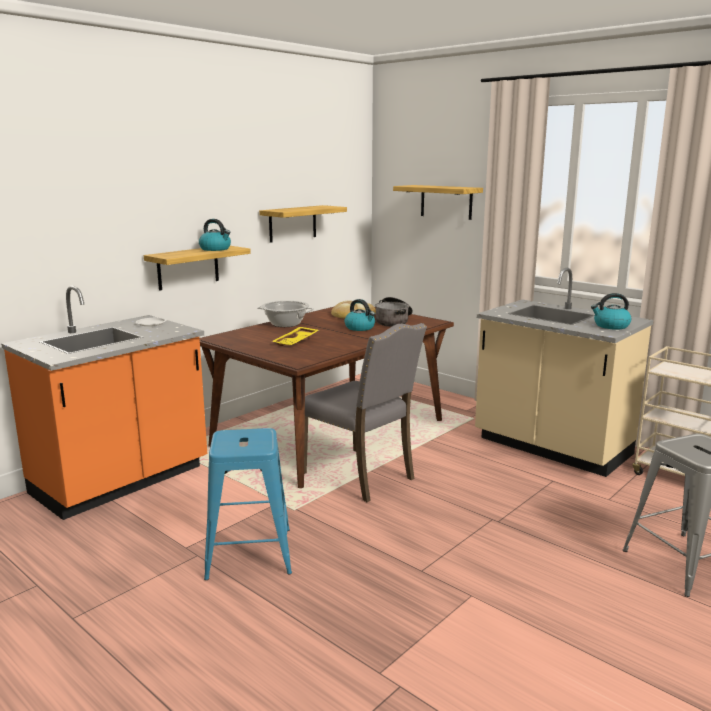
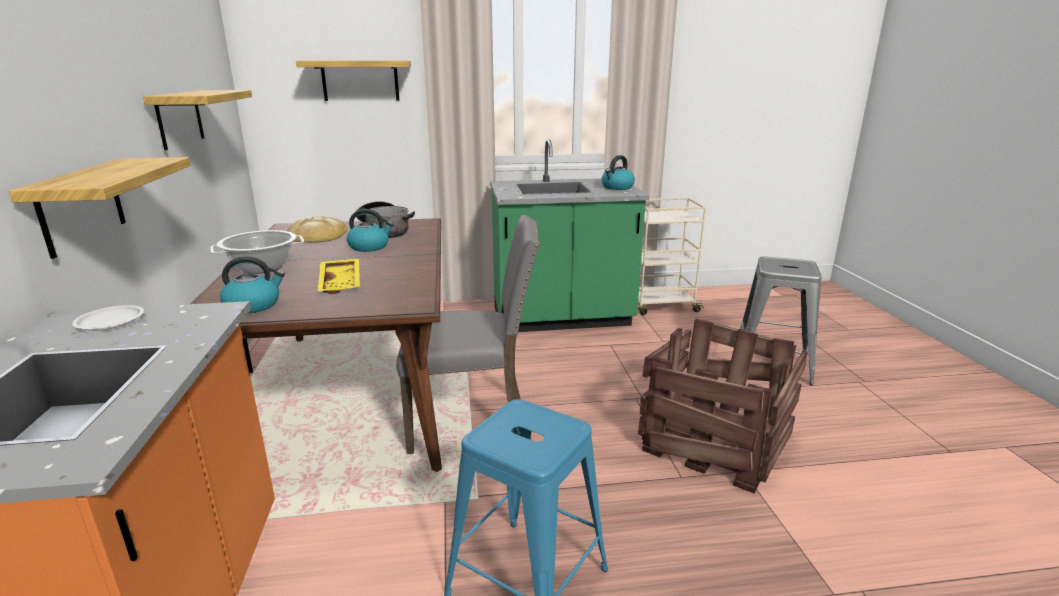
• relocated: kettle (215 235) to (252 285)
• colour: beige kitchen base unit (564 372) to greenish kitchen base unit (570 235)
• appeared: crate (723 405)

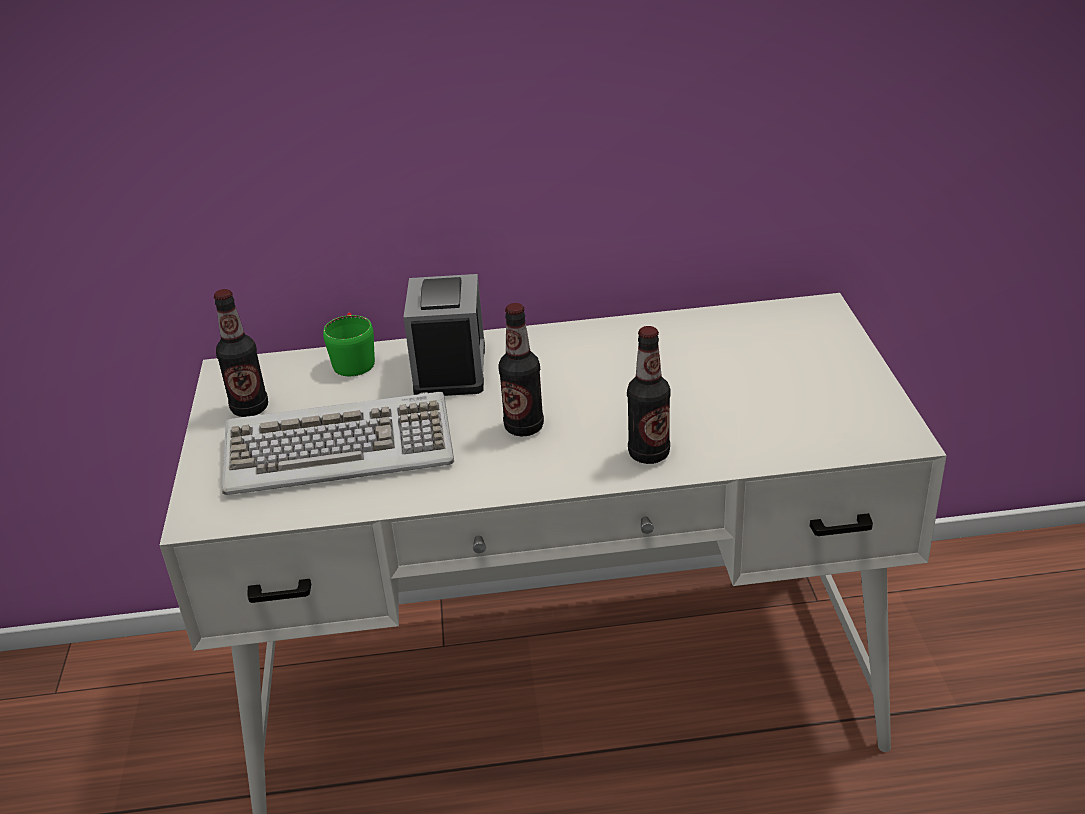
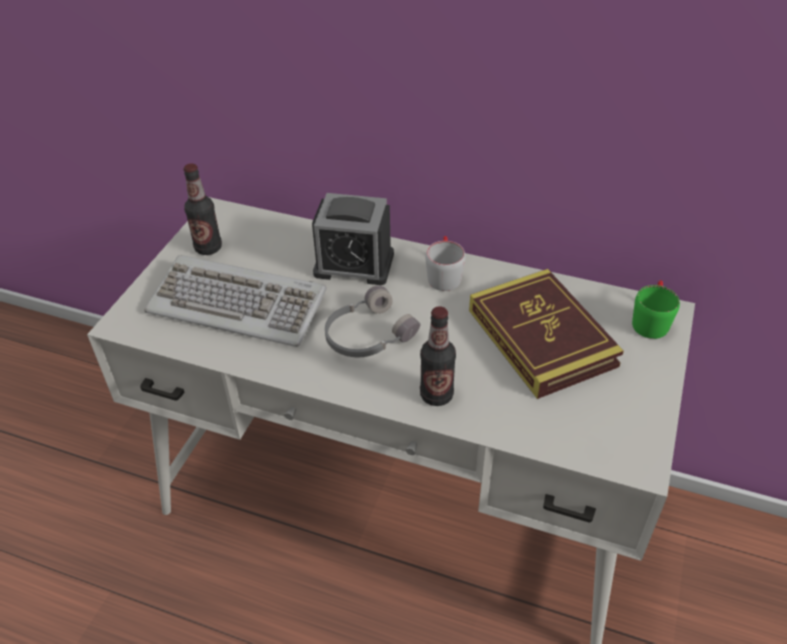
• spun: bedside clock (444 335) = (353 239) 75 degrees clockwise
• exchanged: bottle (521 369) to grey headset (372 321)
• appeared: grey coffee mug (445 263)
• appeared: bound book (546 334)
• relocated: greenish coffee mug (349 344) to (656 309)

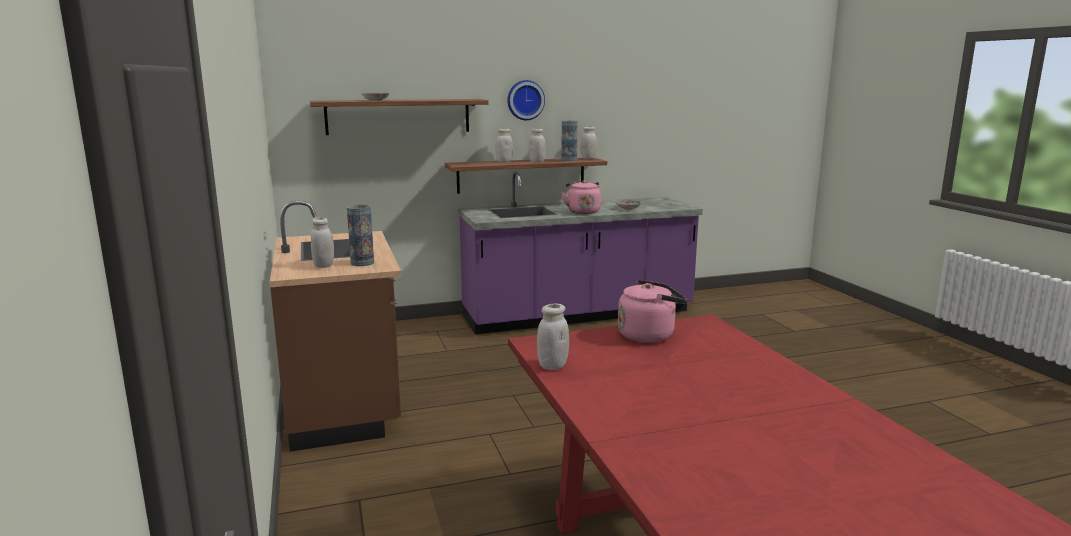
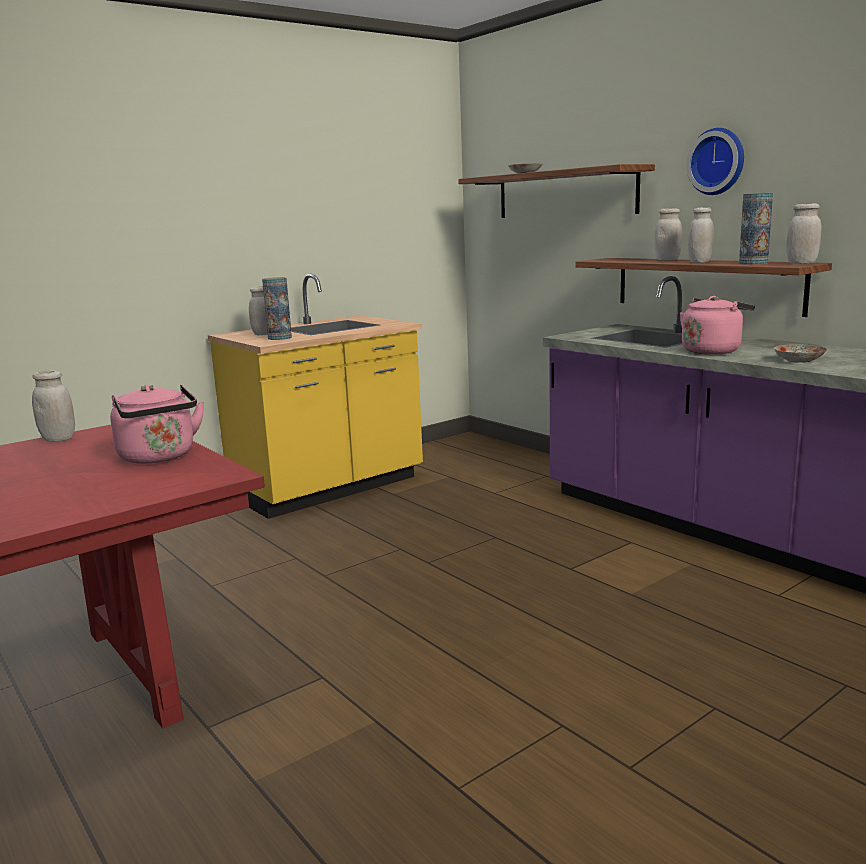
• colour: brown-coloured kitchen base unit (336 326) to yellowish kitchen base unit (315 396)

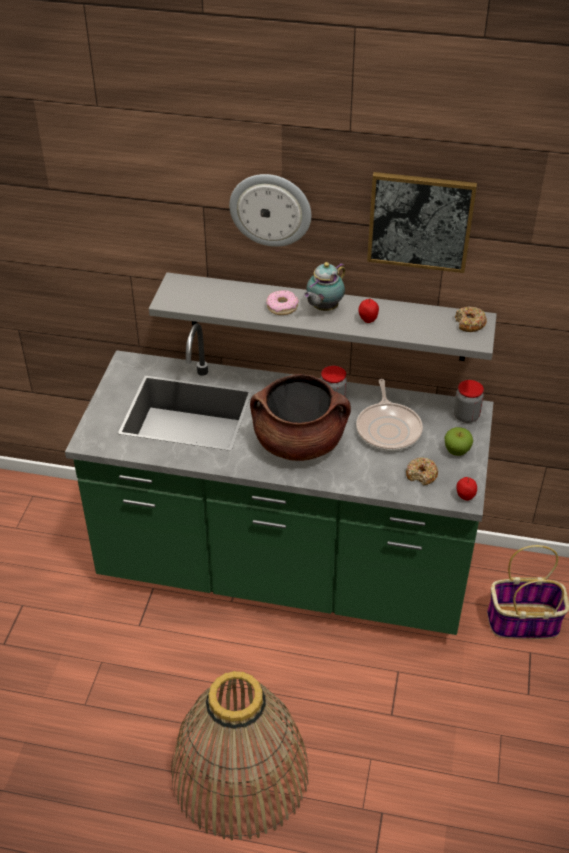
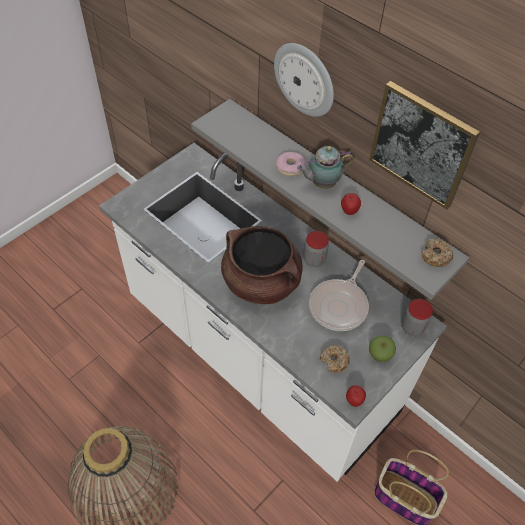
• colour: greenish kitchen base unit (279 479) to white kitchen base unit (273 312)

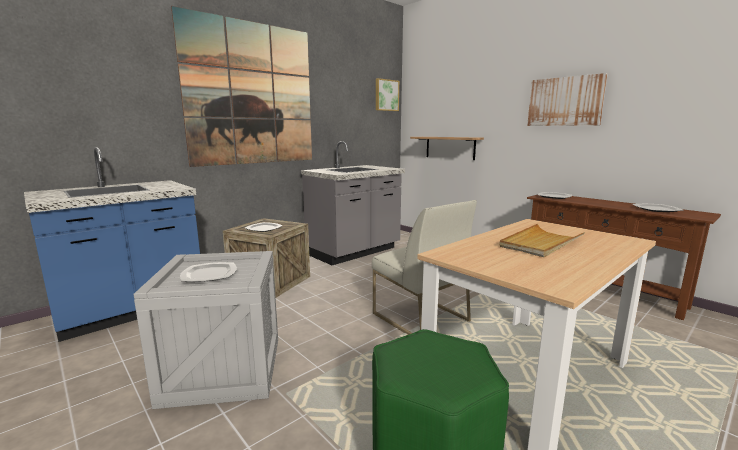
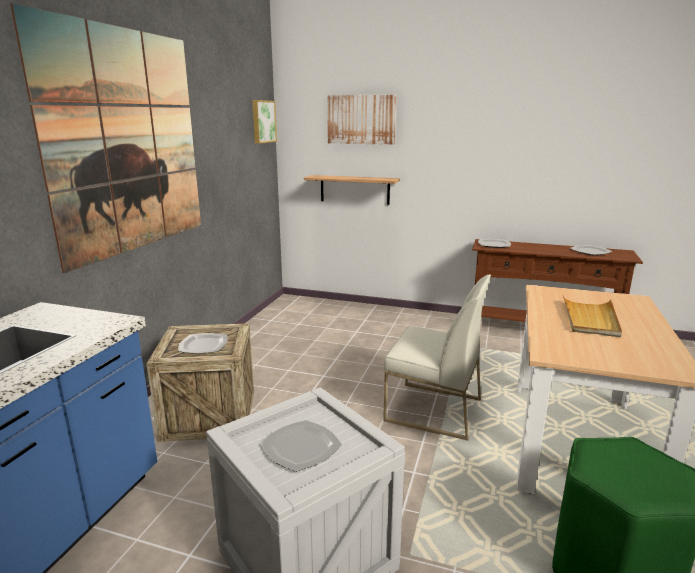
• relocated: picture (567 99) to (361 120)
• missing: grey kitchen base unit (353 203)

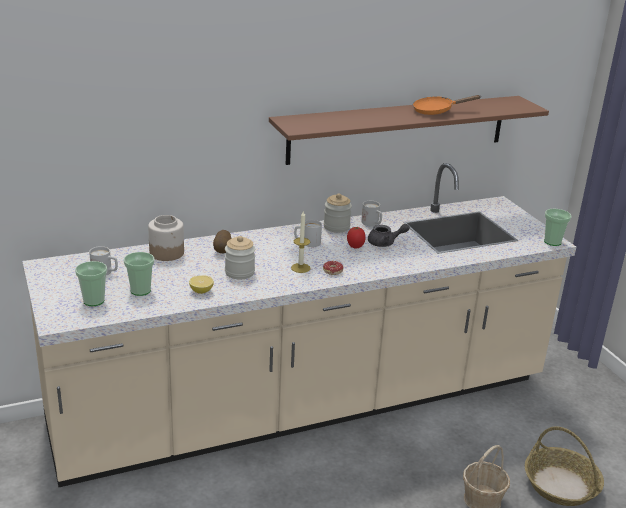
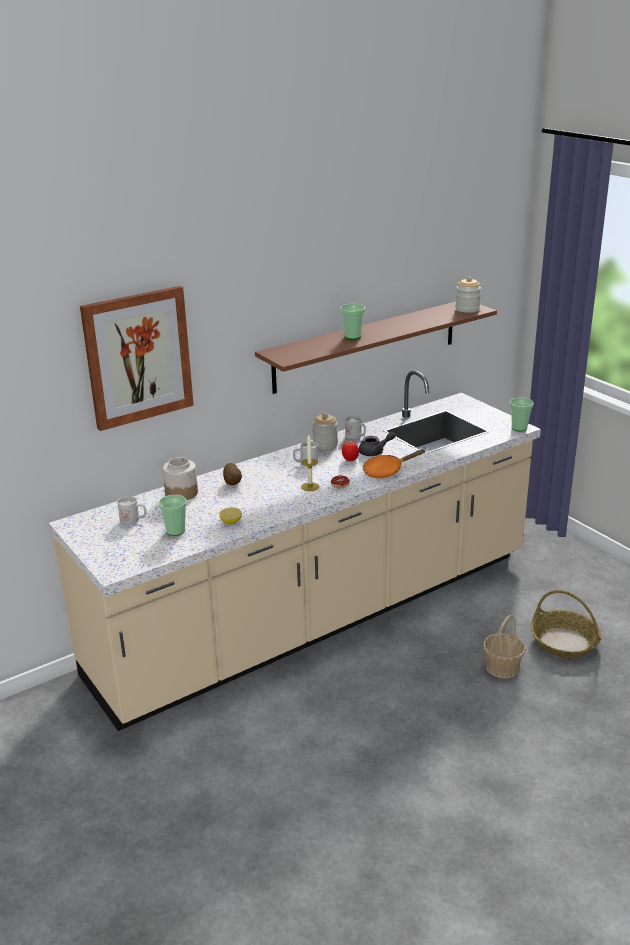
• appeared: picture (137 358)
• relocated: small cup (91 283) to (352 321)
• relocated: orange-coloured pan (447 105) to (394 463)
• relocated: preserve jar (240 257) to (468 295)

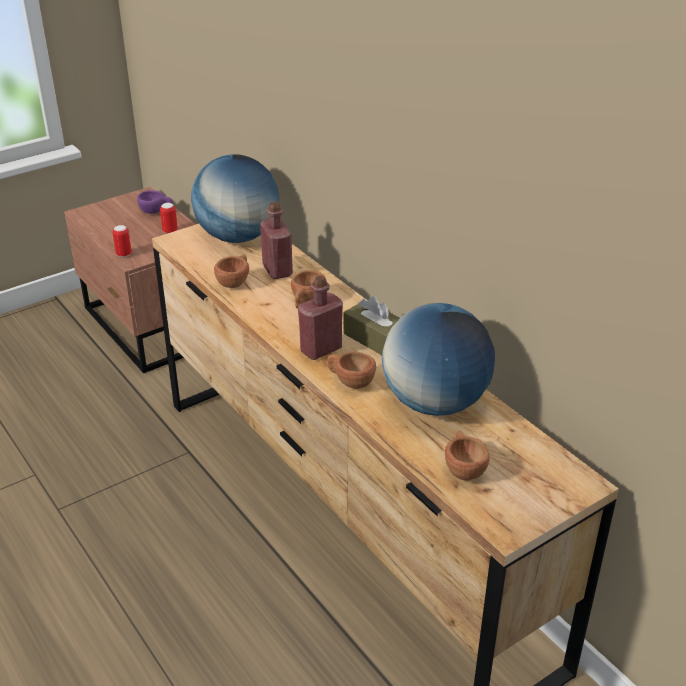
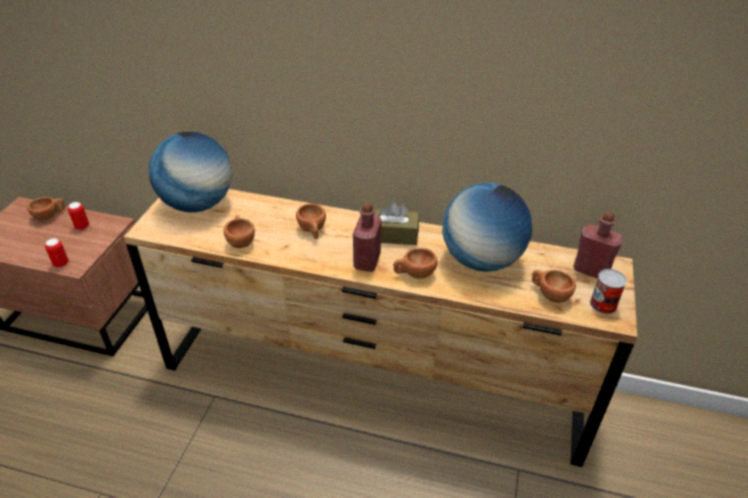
• colour: purple small cup (155 202) to brown-coloured small cup (46 209)
• relocated: reddish bottle (276 240) to (598 245)
• appeared: sealed can (608 291)

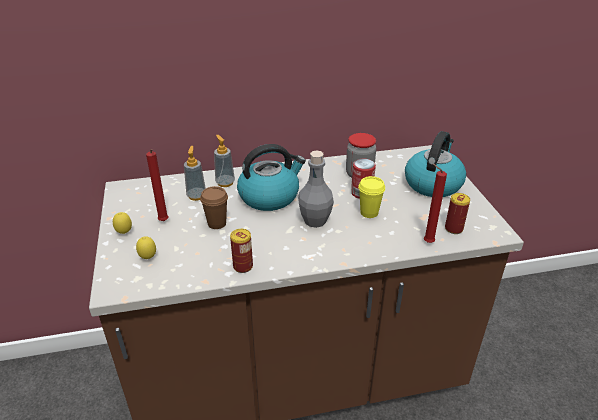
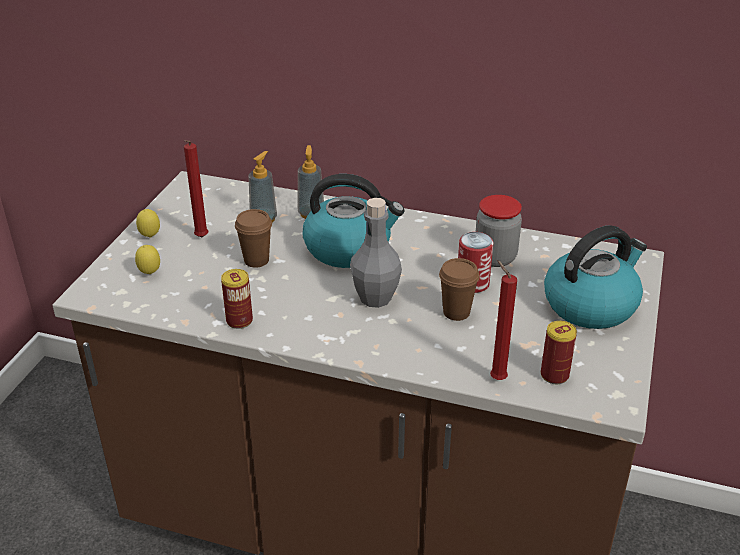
• colour: yellowish small cup (371 197) to brown-coloured small cup (459 289)

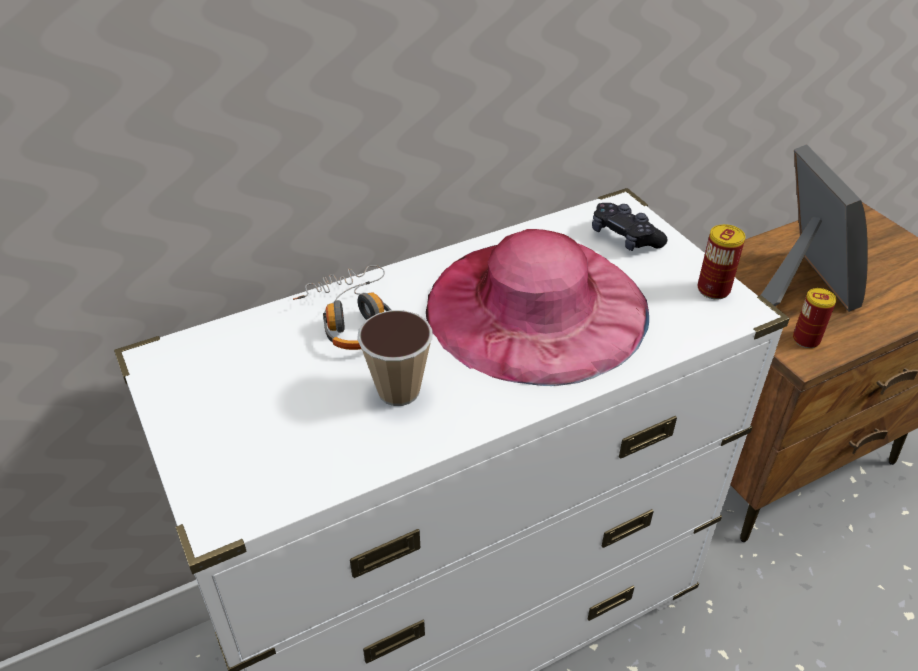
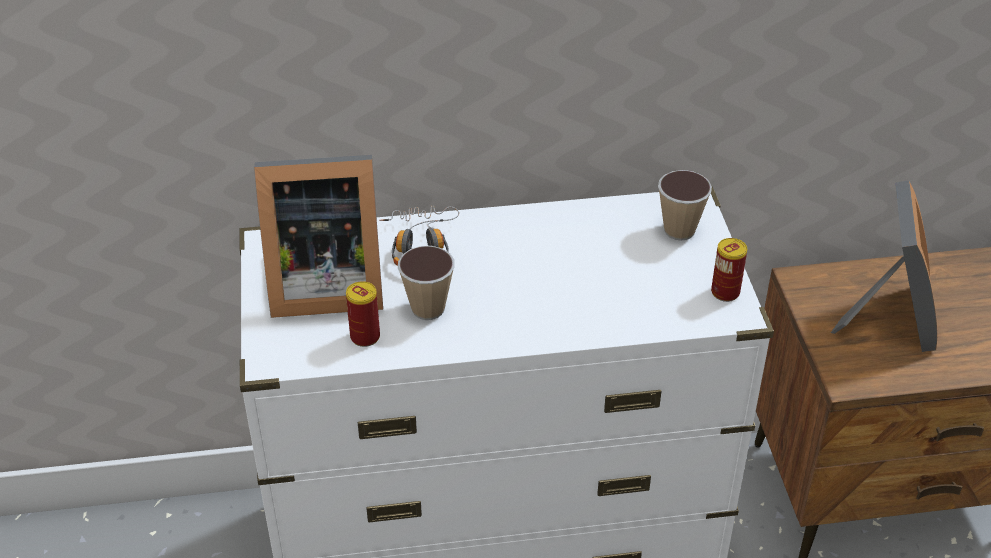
• appeared: photo frame (318 236)
• relocated: sealed can (815 318) to (363 314)
• exchanged: blackish joypad (630 227) to small cup (685 205)
• missing: pink wearable hat (537 307)

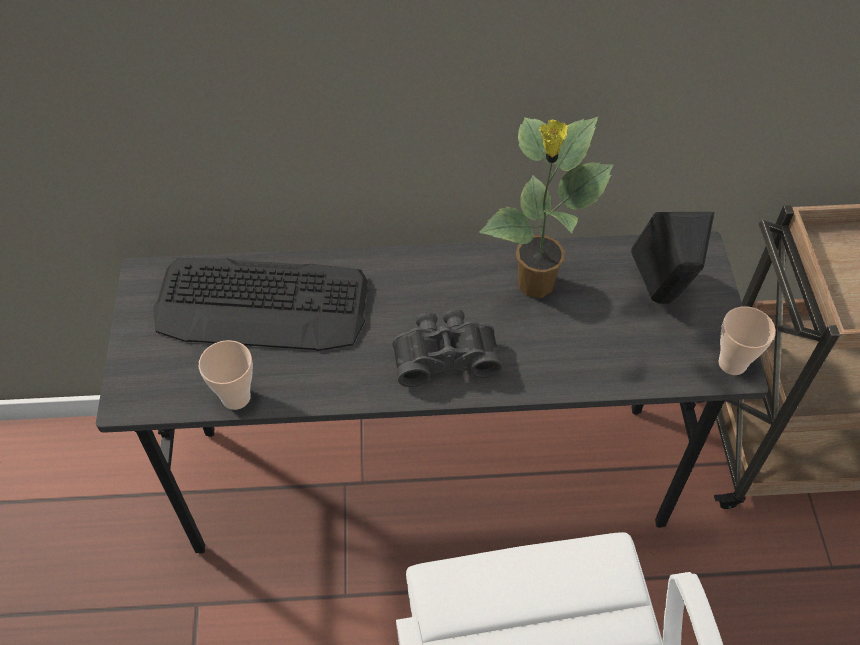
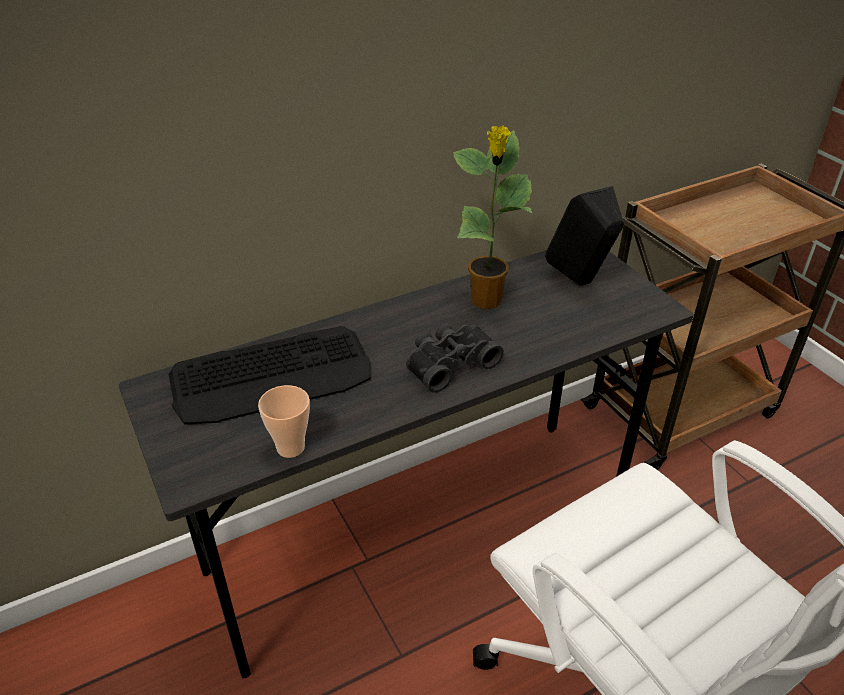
• missing: small cup (747 340)

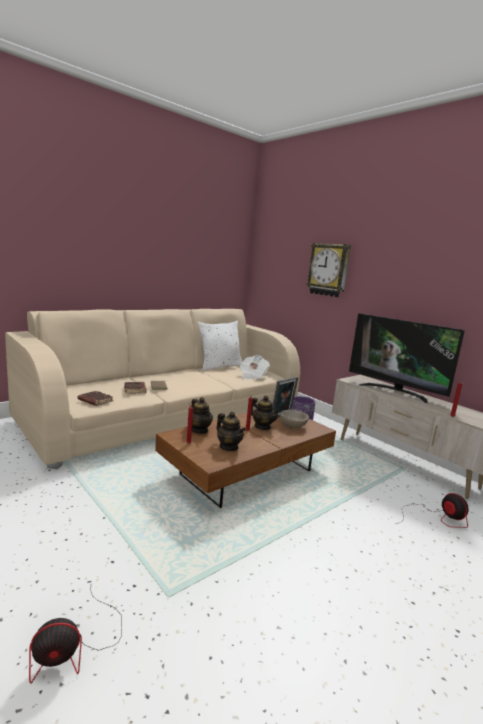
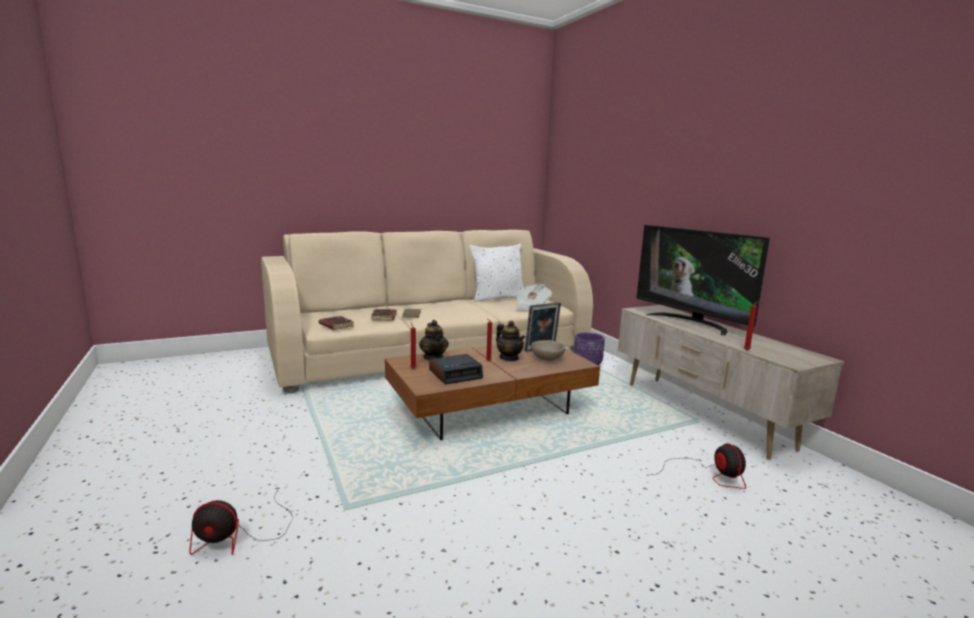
• exchanged: pot for tea (231 431) to bedside clock (456 369)
• missing: clock on the wall (328 270)

